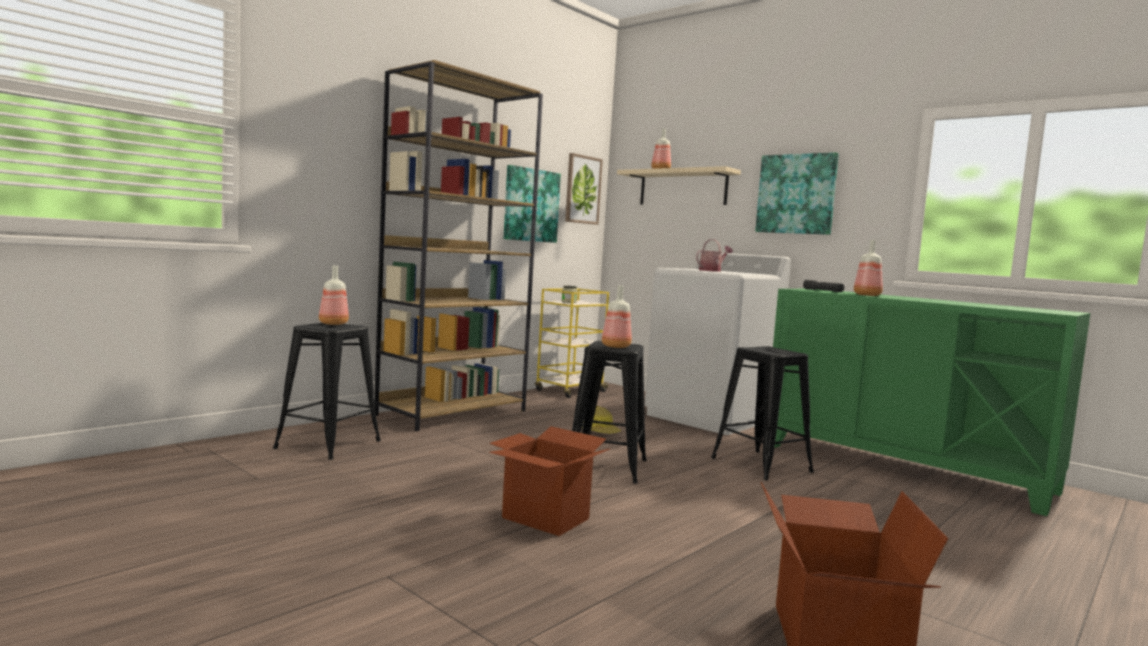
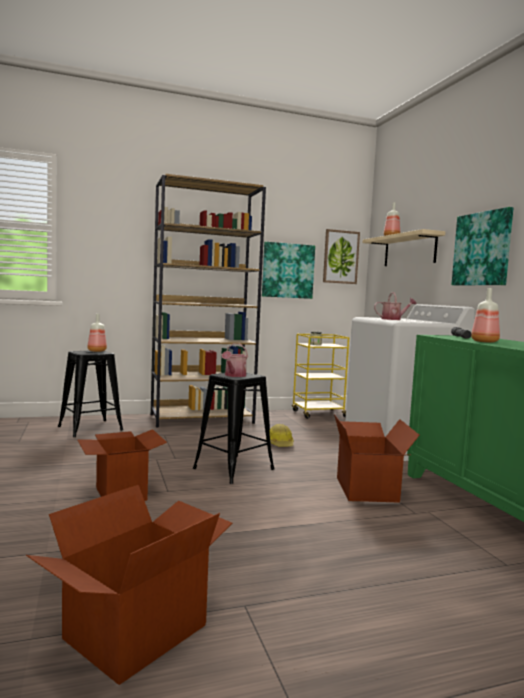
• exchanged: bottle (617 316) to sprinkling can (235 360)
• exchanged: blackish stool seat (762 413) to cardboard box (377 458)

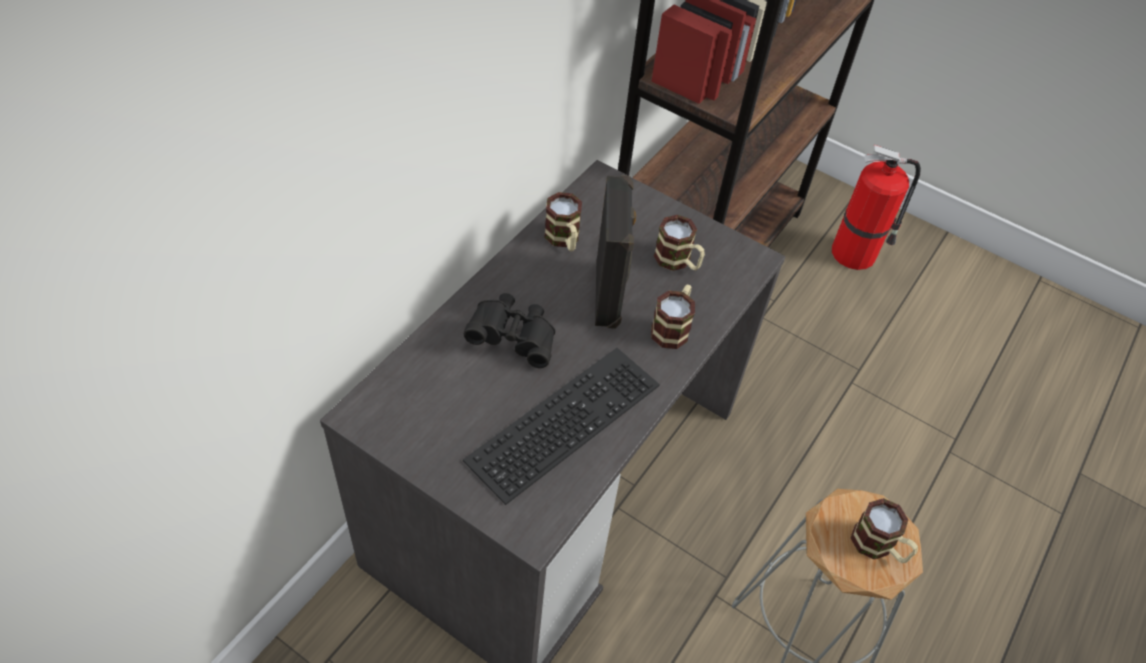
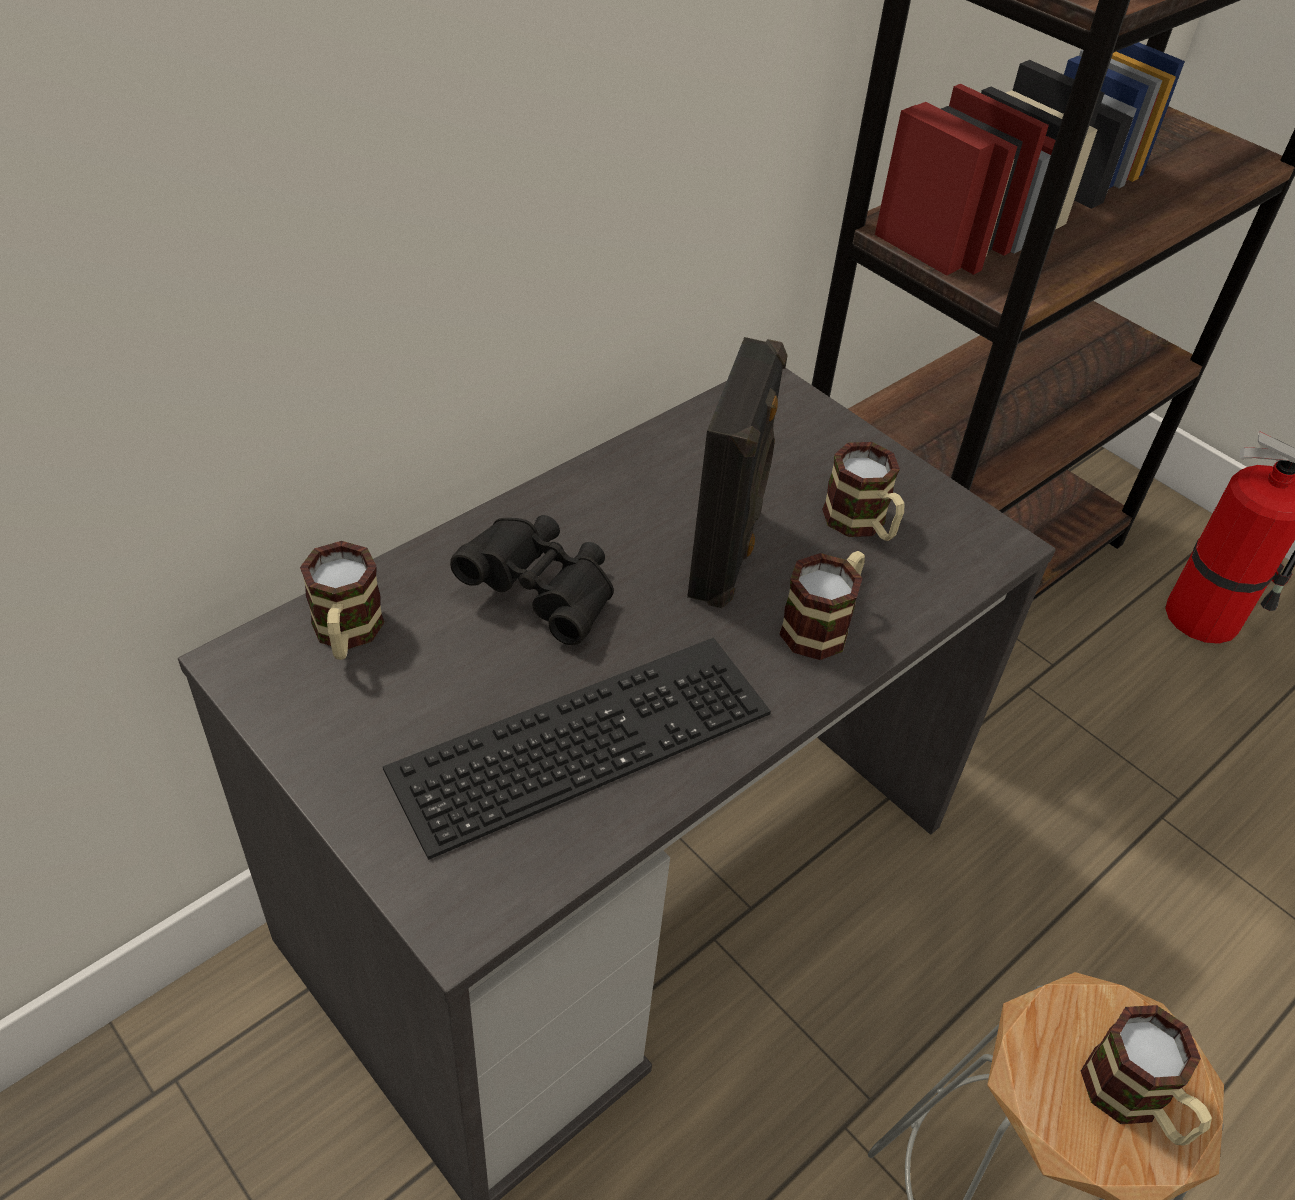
• relocated: coffee mug (563 221) to (342 600)

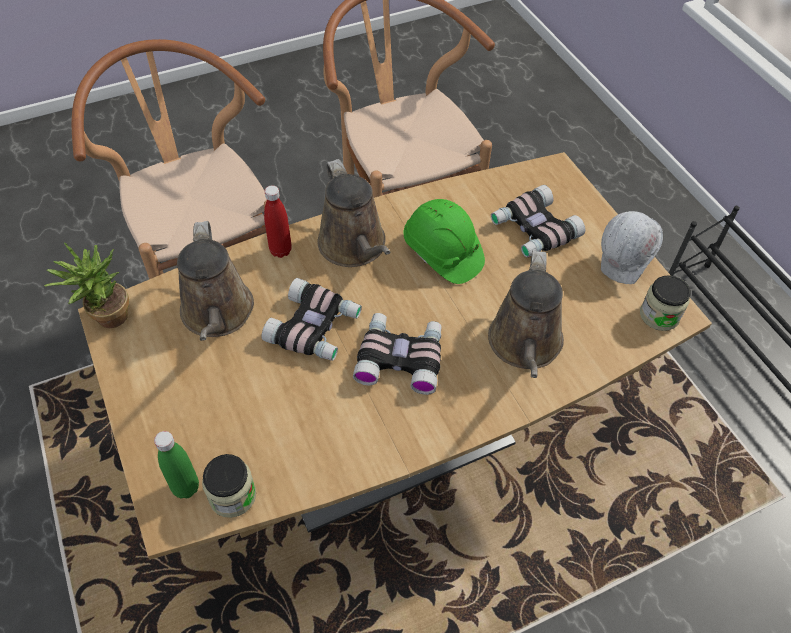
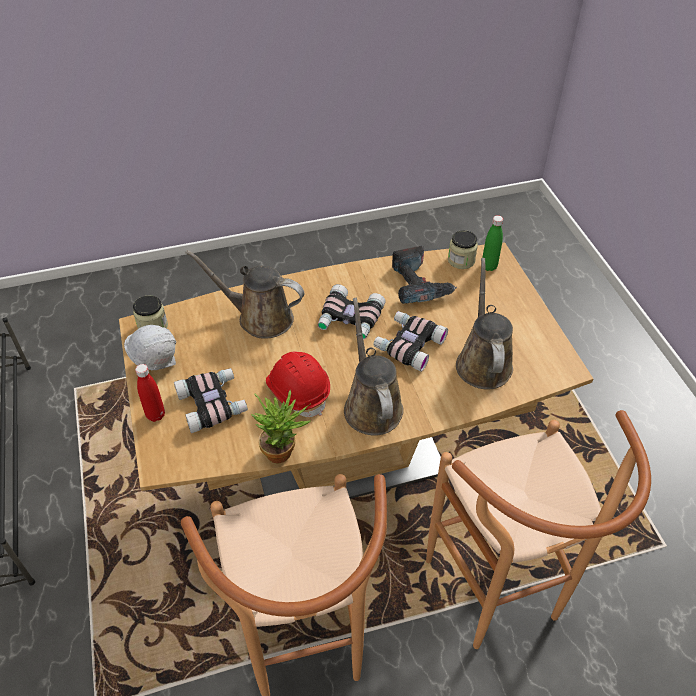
• relocated: reddish bottle (278 221) to (150 393)
• spun: brown-coloured sprinkling can (526 314) = (244 294) 90 degrees counterclockwise
• relocated: houseplant (86 285) to (281 426)
• colour: greenish safety helmet (444 241) to reddish safety helmet (298 384)
• appeared: drill (424 274)

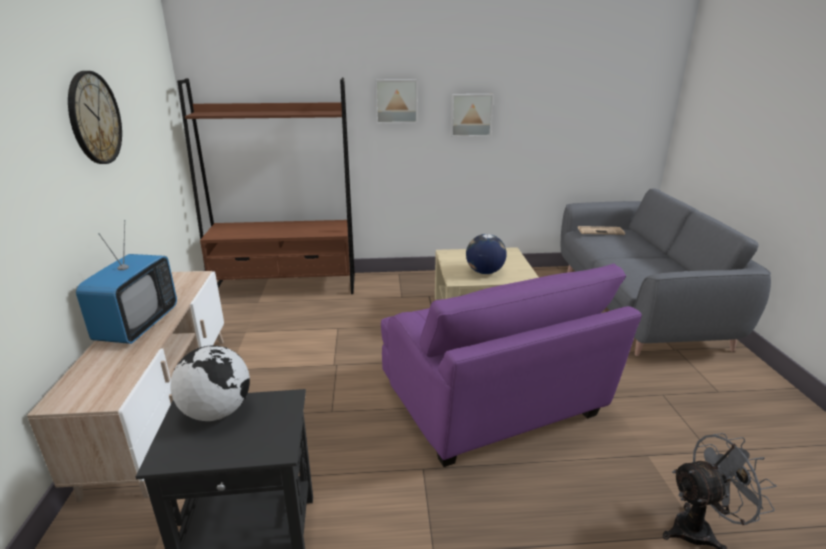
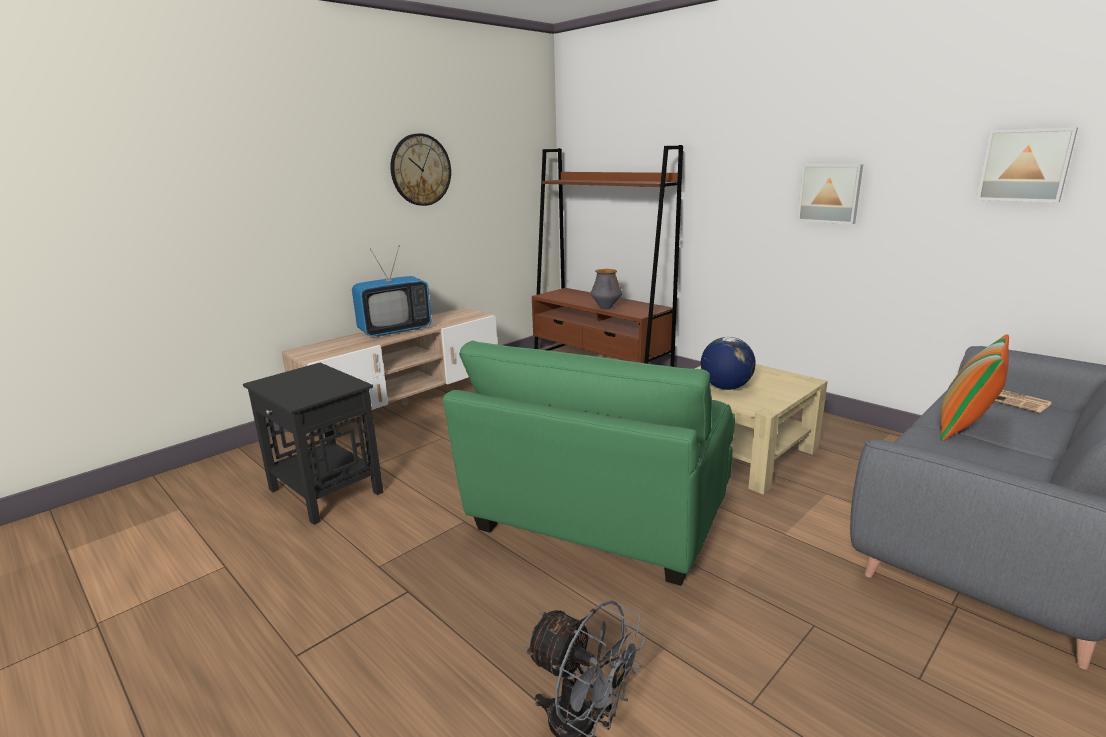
• colour: purple lounge chair (511 365) to greenish lounge chair (589 463)
• appeared: flower vase (606 289)
• appeared: cushion (974 387)
• relocated: picture (396 101) to (1027 165)
• missing: desk globe (210 383)

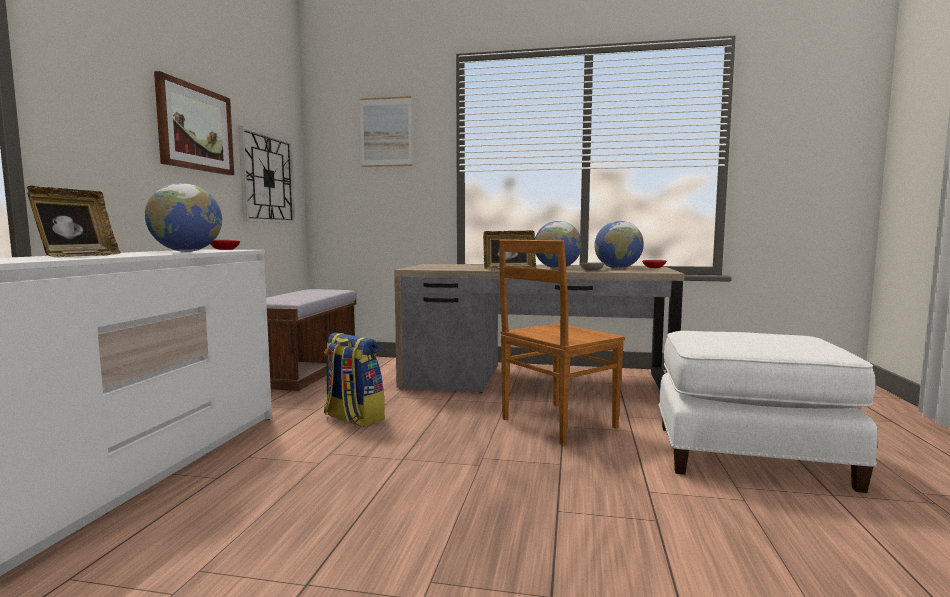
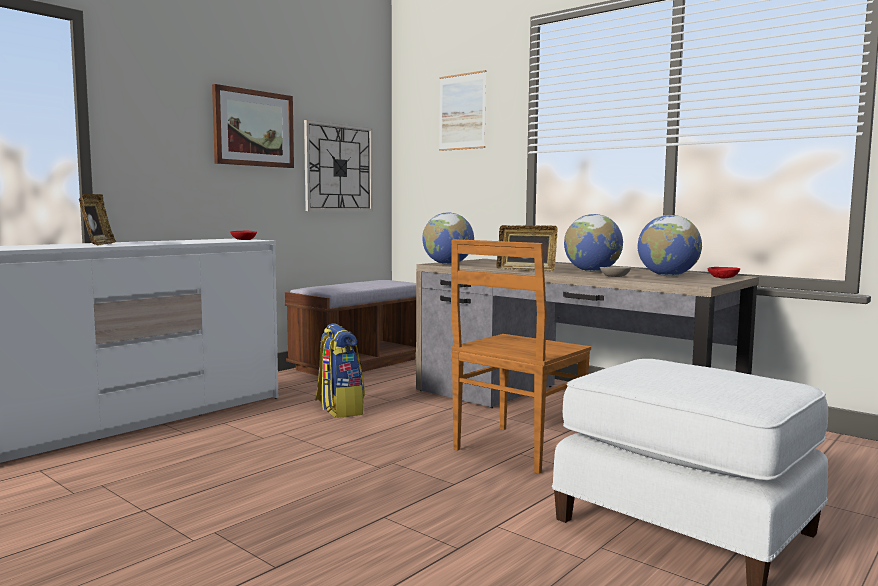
• spun: photo frame (74 221) = (97 219) 45 degrees counterclockwise
• relocated: desk globe (183 217) to (448 239)
• spun: brown-coloured chair (562 343) = (521 356) 45 degrees counterclockwise

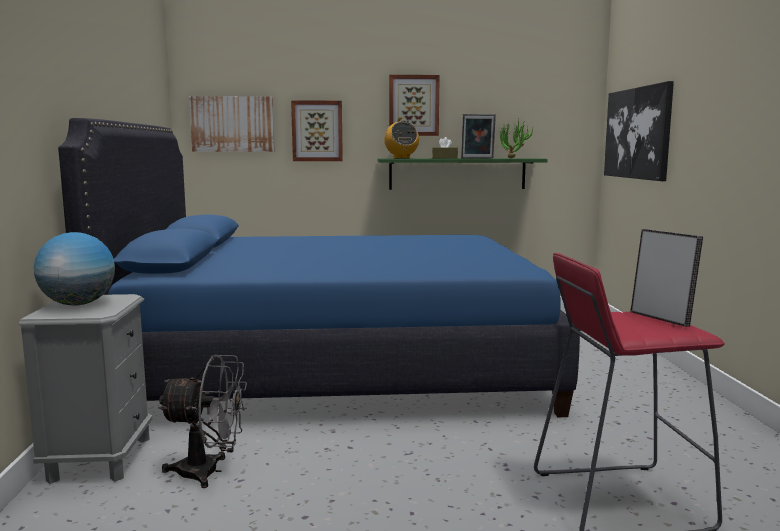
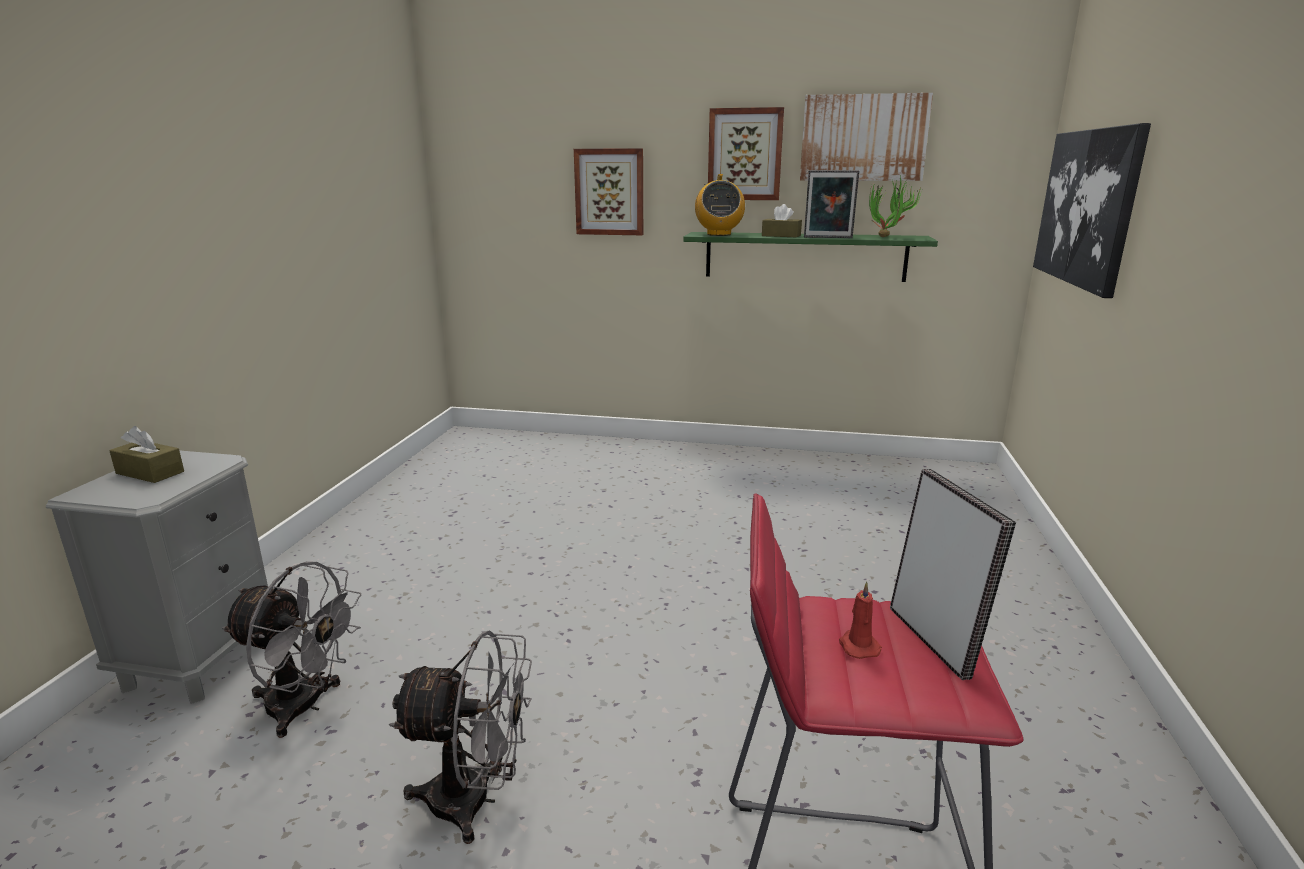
• exchanged: desk globe (74 269) to brown-coloured tissue box (147 454)
• appeared: grey electric fan (460 737)
• relocated: picture (232 124) to (866 137)
• appeared: reddish wax candle (860 620)
• missing: blue-coloured sleeping bed (319 267)

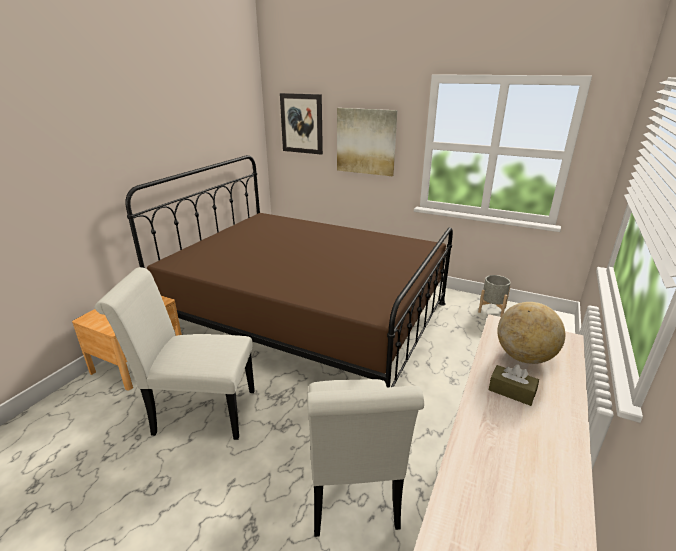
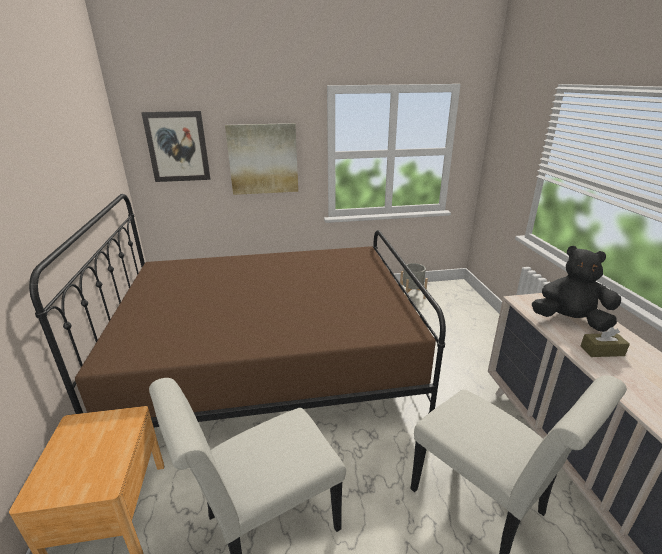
• exchanged: desk globe (531 333) to blackish soft toy (576 289)

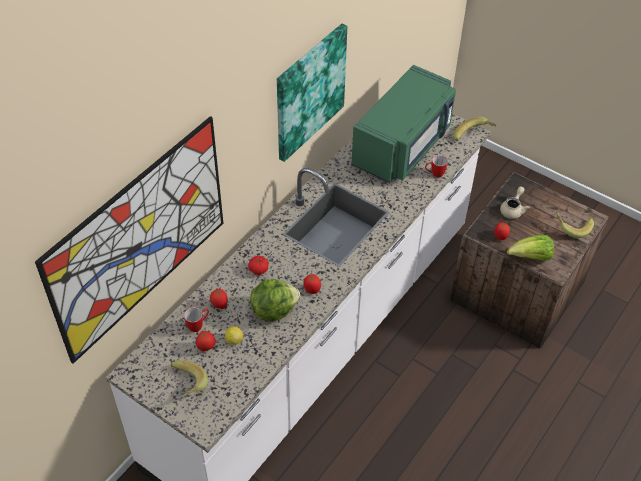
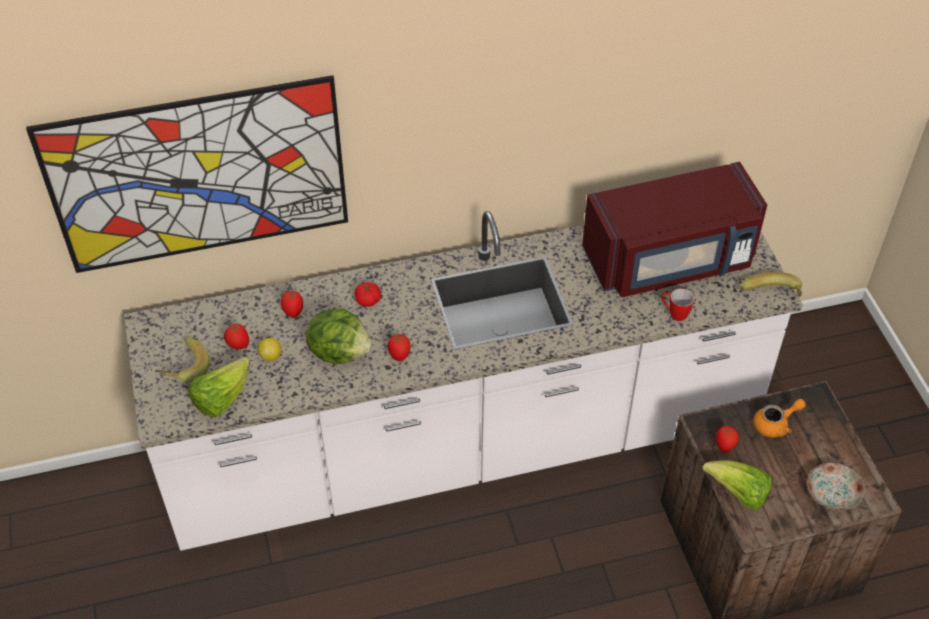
• appeared: head of lettuce (219 387)
• colour: greenish microwave (403 124) to reddish microwave (674 229)
• colour: beige pot for tea (515 202) to orange-coloured pot for tea (779 418)
• exchanged: banana (575 224) to flat dish (835 486)
• missing: coffee mug (196 319)
• missing: picture (312 93)

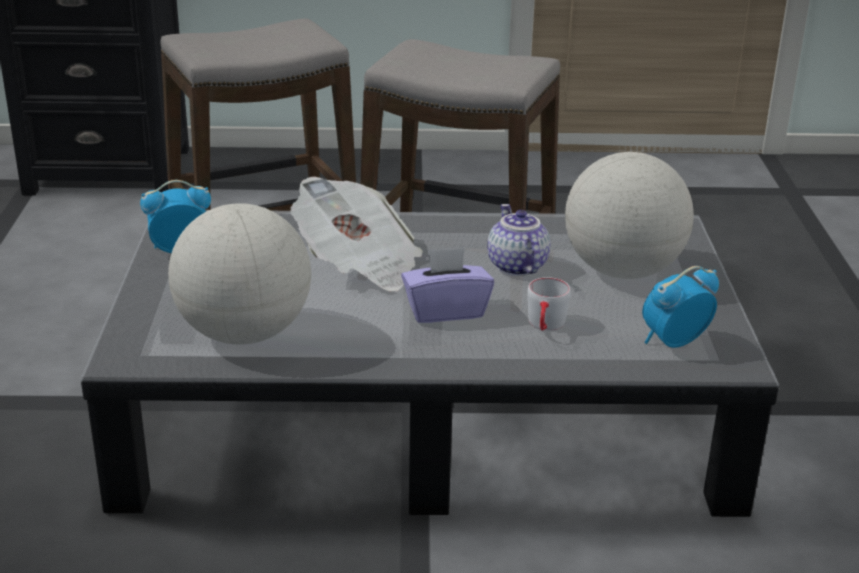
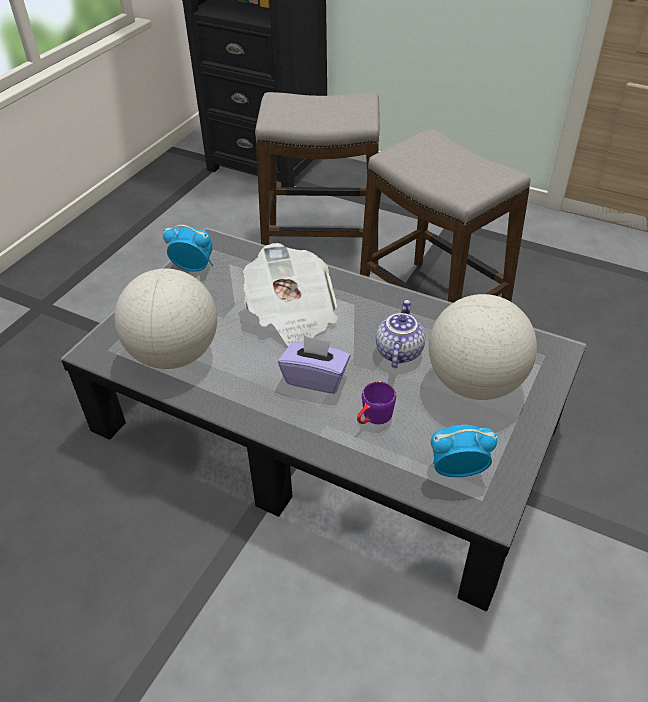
• colour: grey coffee mug (549 304) to purple coffee mug (376 402)

